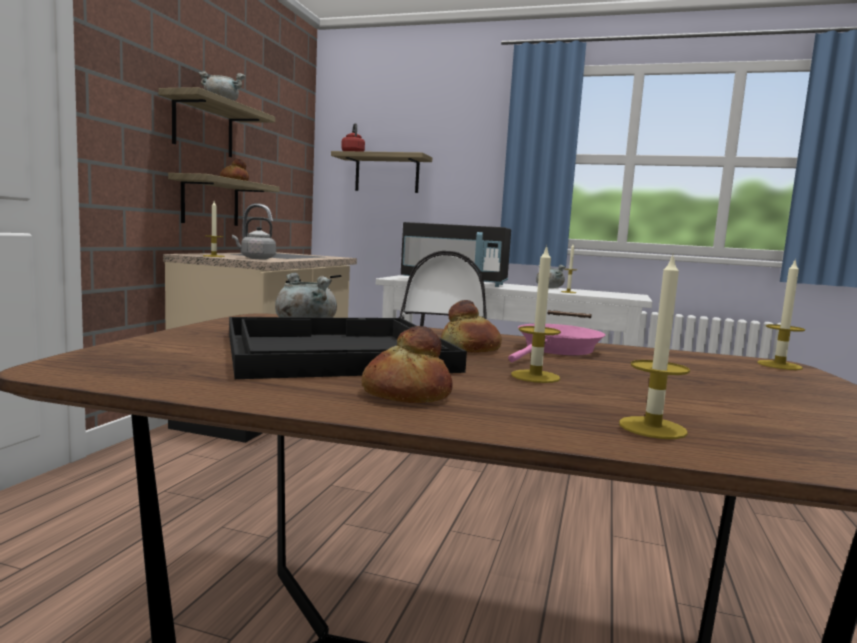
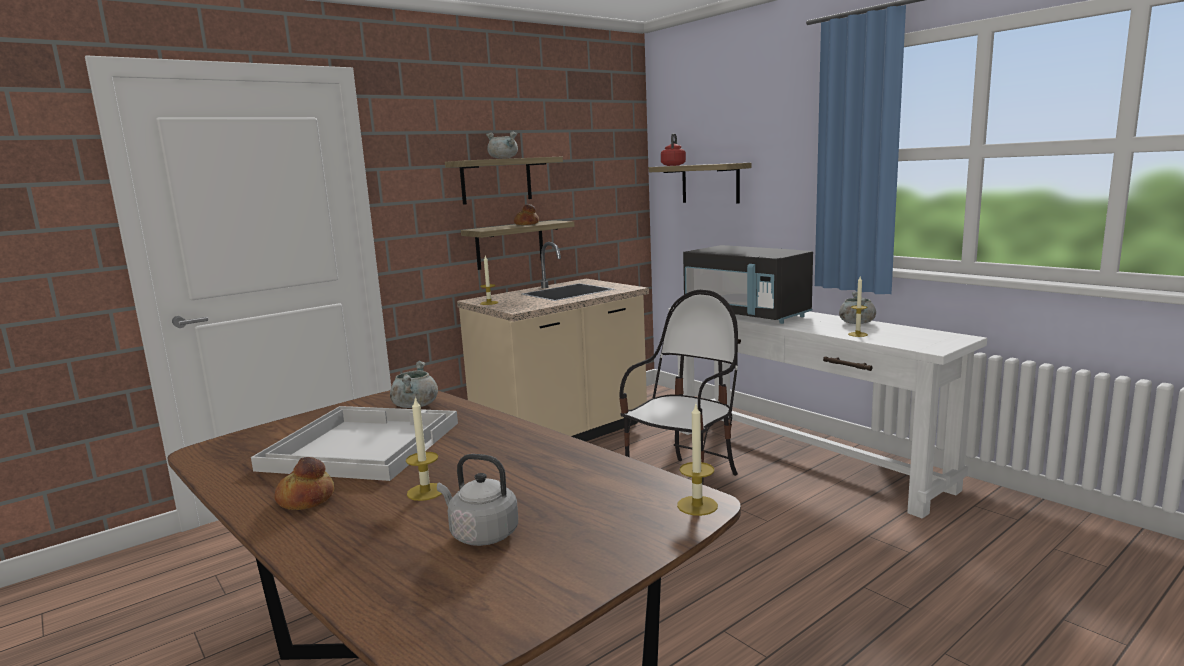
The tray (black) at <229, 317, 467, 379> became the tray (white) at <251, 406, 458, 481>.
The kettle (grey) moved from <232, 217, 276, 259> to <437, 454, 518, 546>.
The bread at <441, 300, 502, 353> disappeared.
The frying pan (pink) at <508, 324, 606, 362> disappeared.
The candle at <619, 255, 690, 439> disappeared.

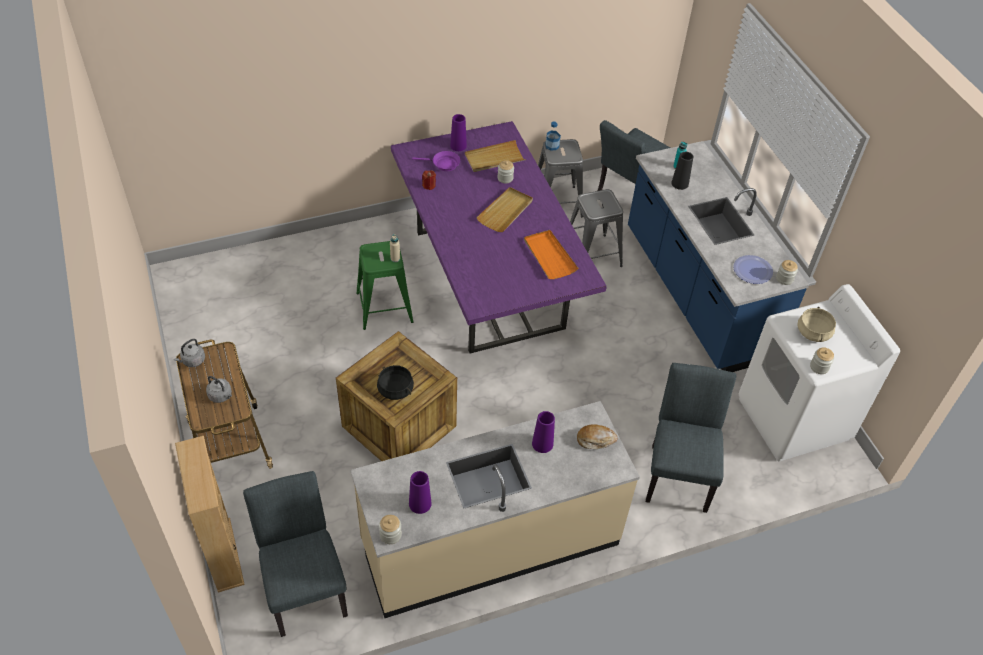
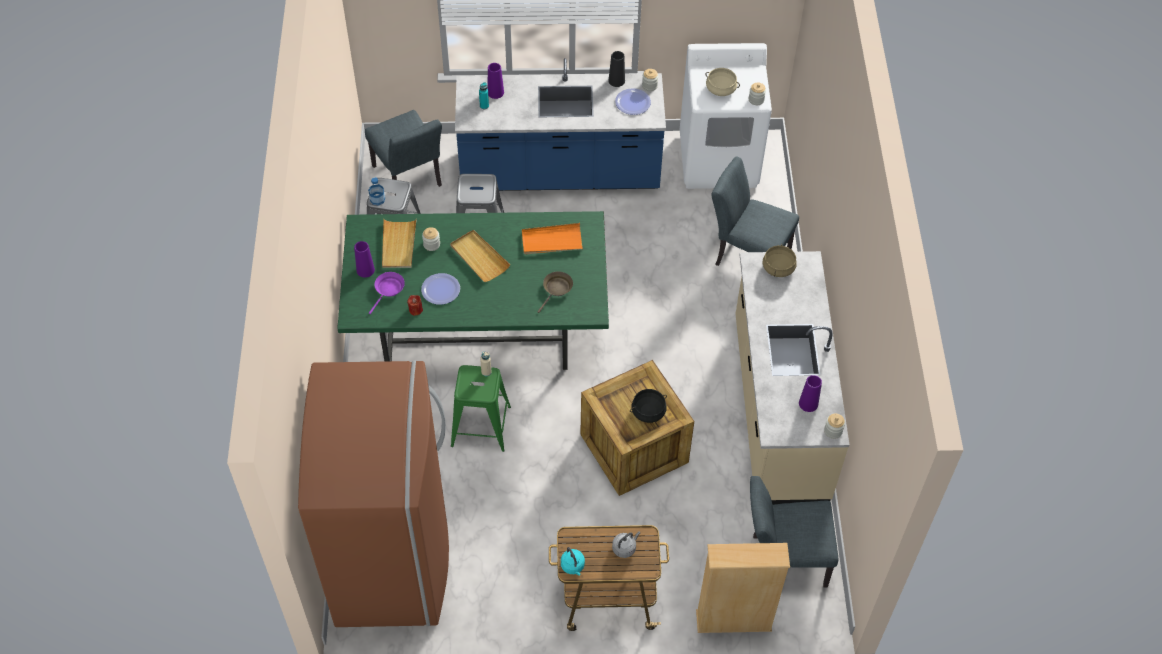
The kettle (grey) at <174, 339, 205, 367> became the kettle (turquoise) at <561, 547, 585, 576>.
The dining table (purple) at <391, 121, 607, 353> became the dining table (green) at <337, 211, 609, 370>.
The vase (purple) moved from <532, 411, 555, 453> to <487, 63, 504, 99>.
The bread at <577, 424, 618, 449> was replaced by the cooking pot (beige) at <763, 244, 797, 277>.
The vase (black) moved from <671, 152, 693, 190> to <608, 51, 625, 87>.
The fridge (brown) at <298, 360, 449, 627> appeared.
The plate at <421, 273, 460, 305> appeared.
The frying pan (brown) at <537, 271, 573, 313> appeared.

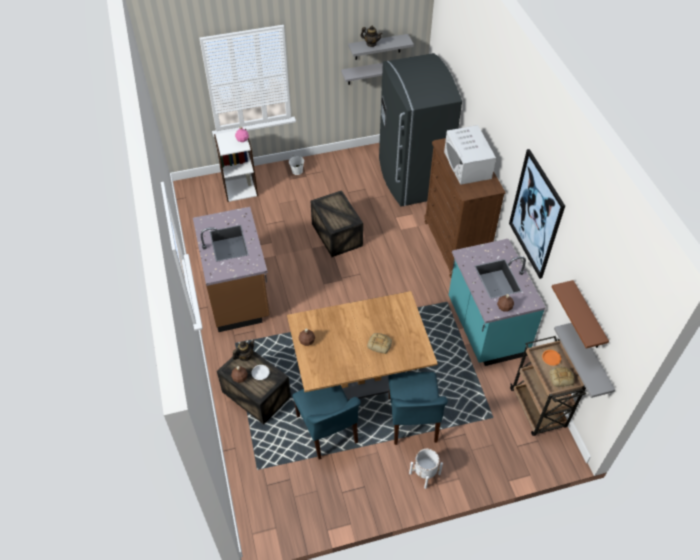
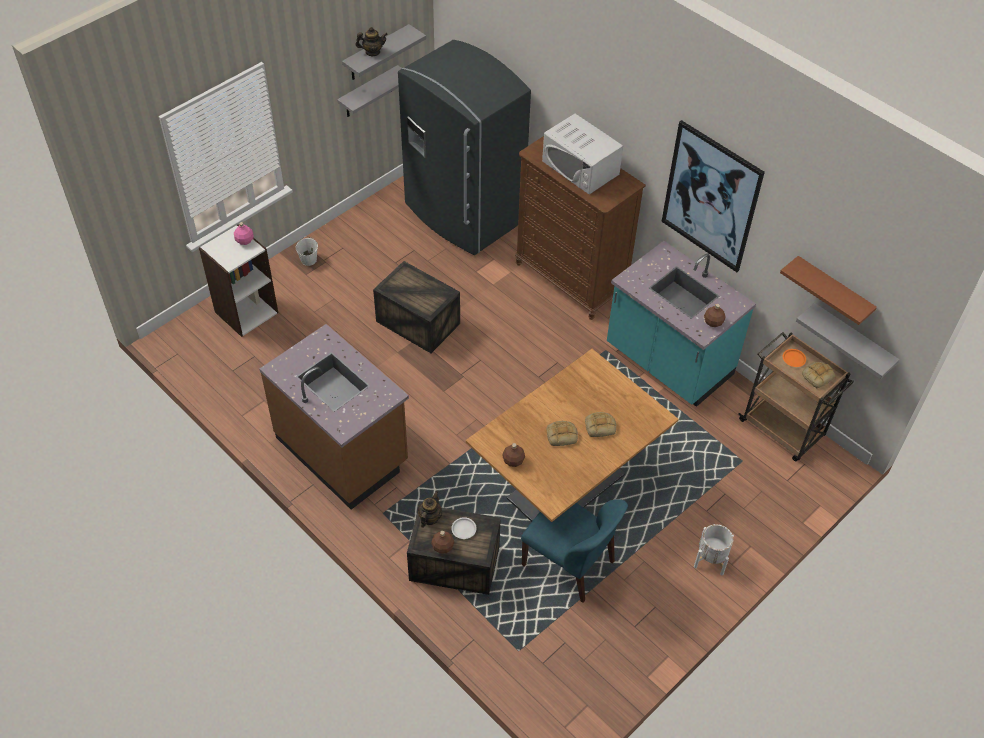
The chair (blue) at <388, 372, 448, 445> disappeared.
The bread at <547, 421, 578, 446> appeared.

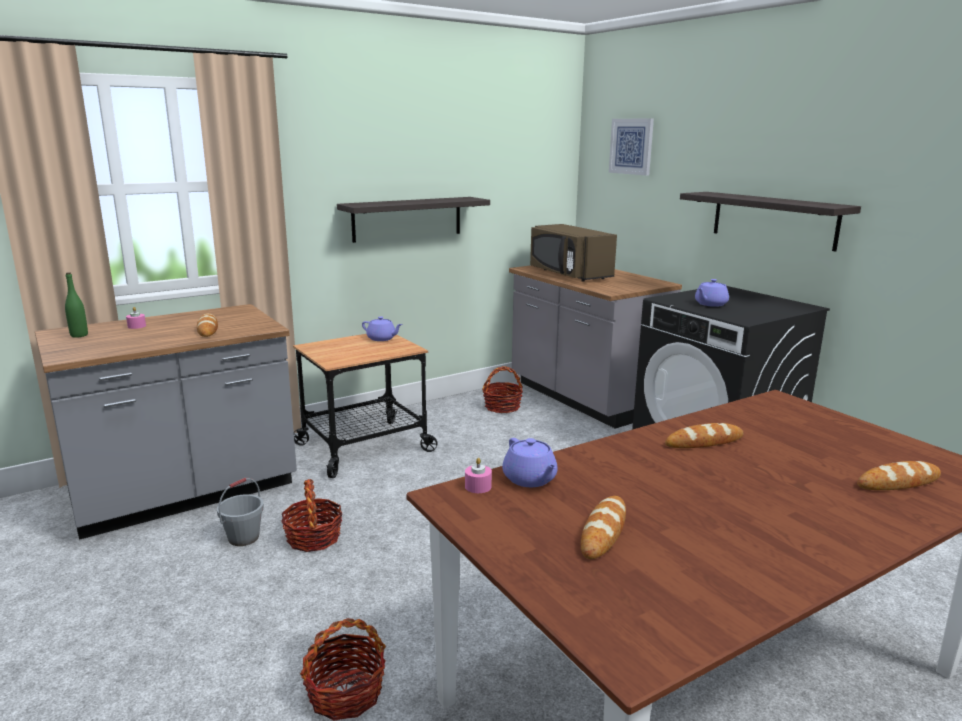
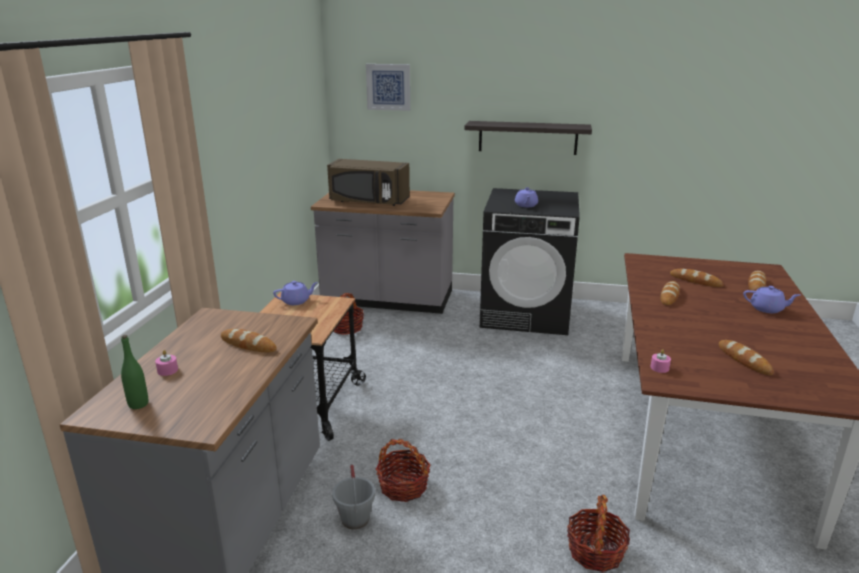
The shelf at <337, 197, 490, 243> disappeared.
The teapot (purple) moved from <502, 438, 557, 487> to <743, 286, 800, 313>.
The bread at <670, 268, 724, 287> appeared.

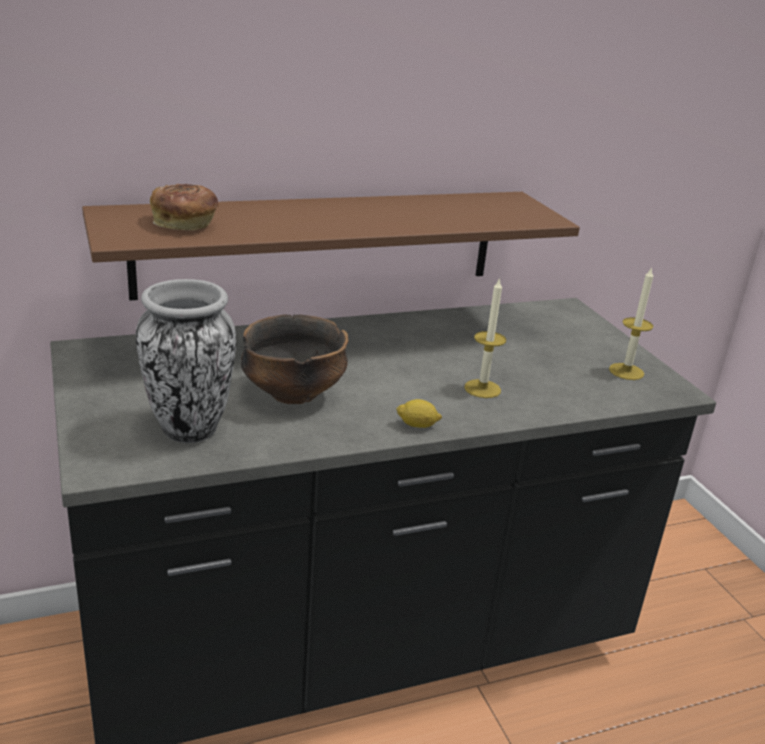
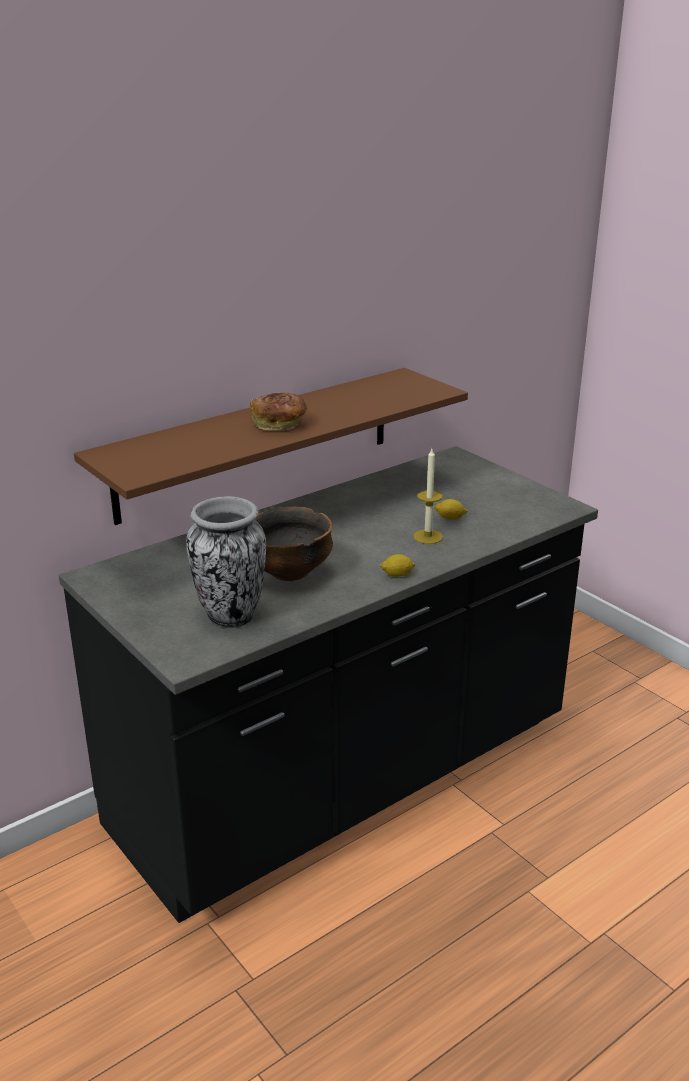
The bread moved from <150, 184, 218, 231> to <250, 393, 308, 430>.
The candle at <609, 267, 653, 380> disappeared.
The lemon at <434, 499, 468, 519> appeared.

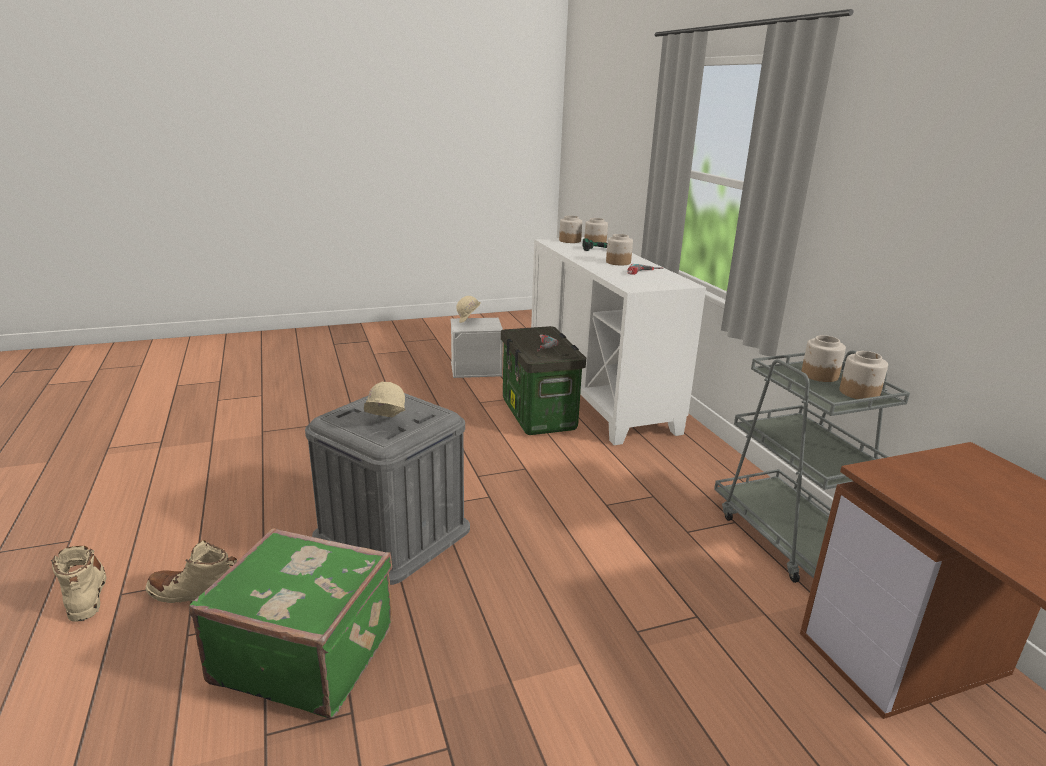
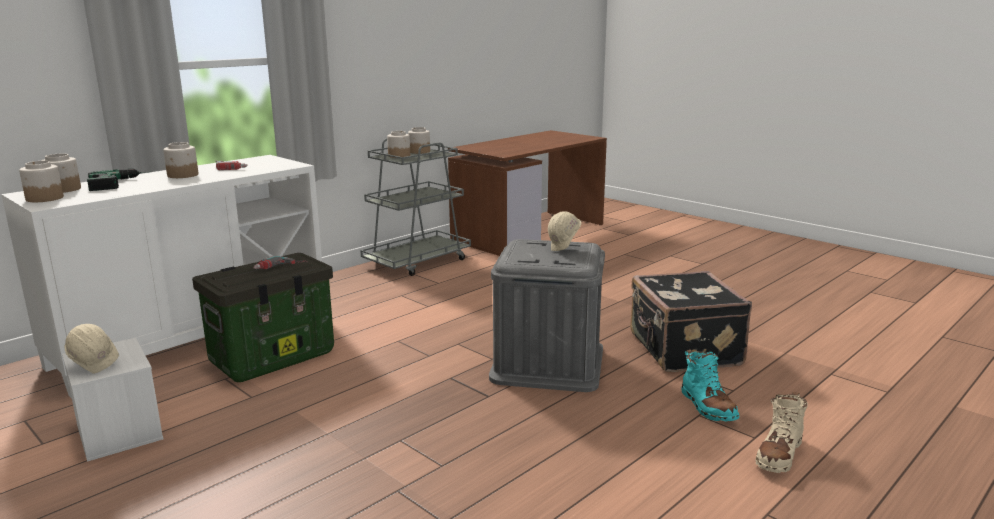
The boot (beige) at <146, 540, 237, 603> became the boot (turquoise) at <681, 349, 740, 421>.
The suitcase (green) at <189, 528, 392, 718> became the suitcase (black) at <630, 271, 752, 372>.

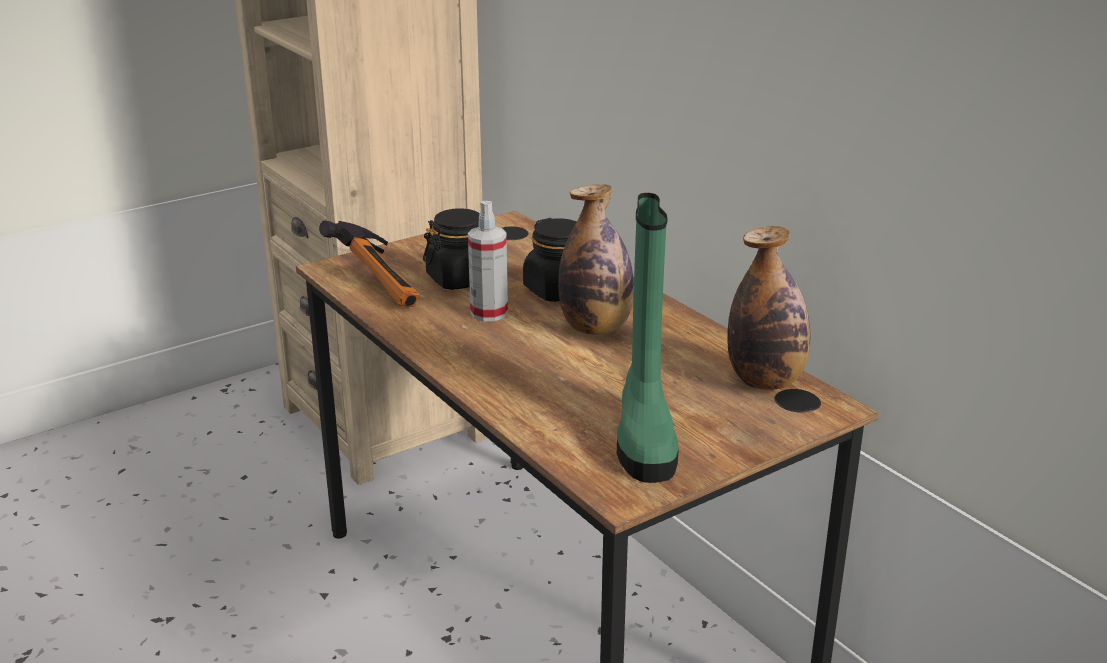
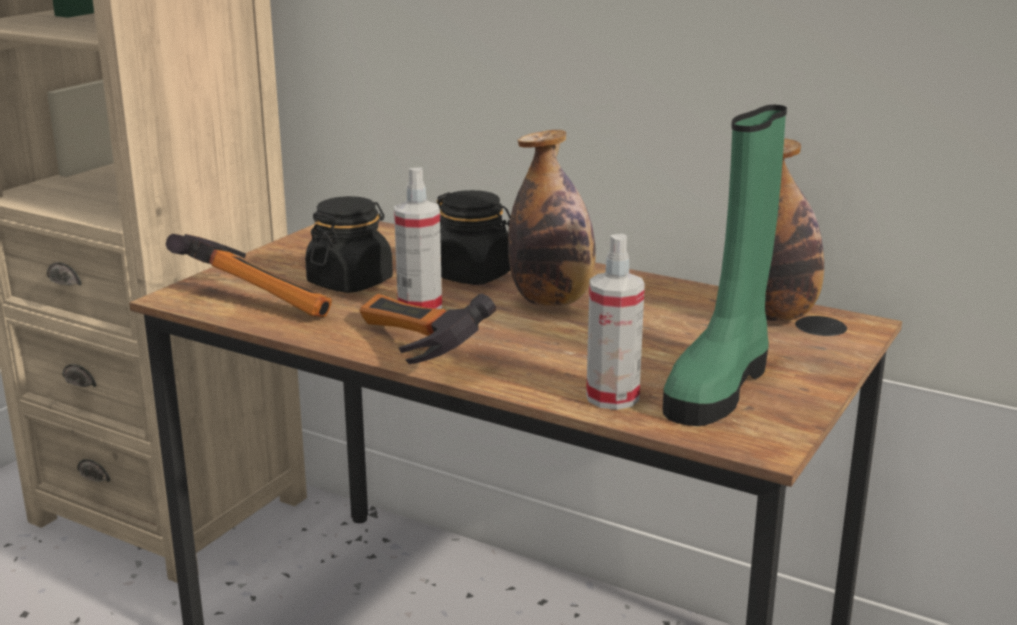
The boot (green) at <617, 193, 679, 483> turned 60 degrees clockwise.
The hammer at <359, 294, 496, 364> appeared.
The spray bottle at <586, 234, 645, 410> appeared.

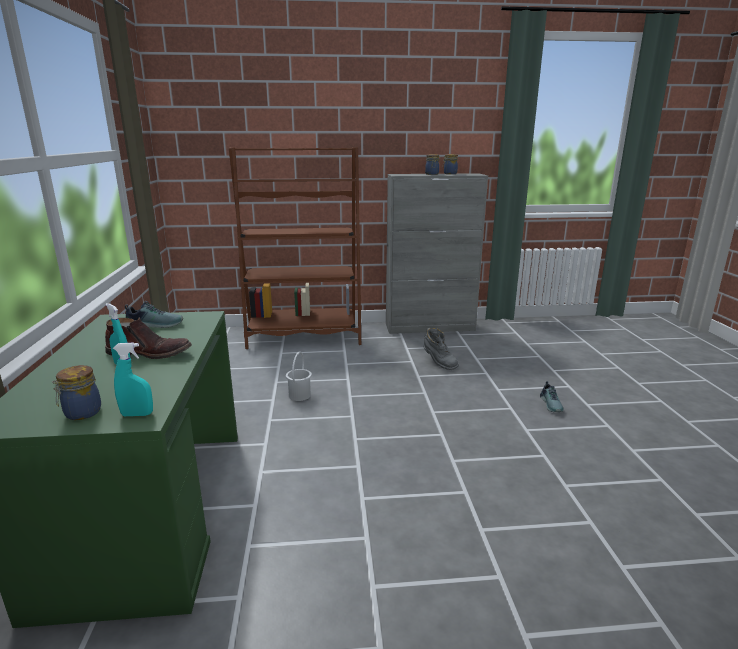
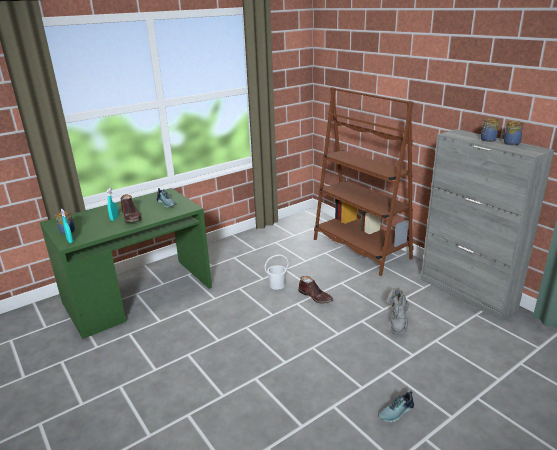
The boot (brown) at <298, 276, 333, 304> appeared.

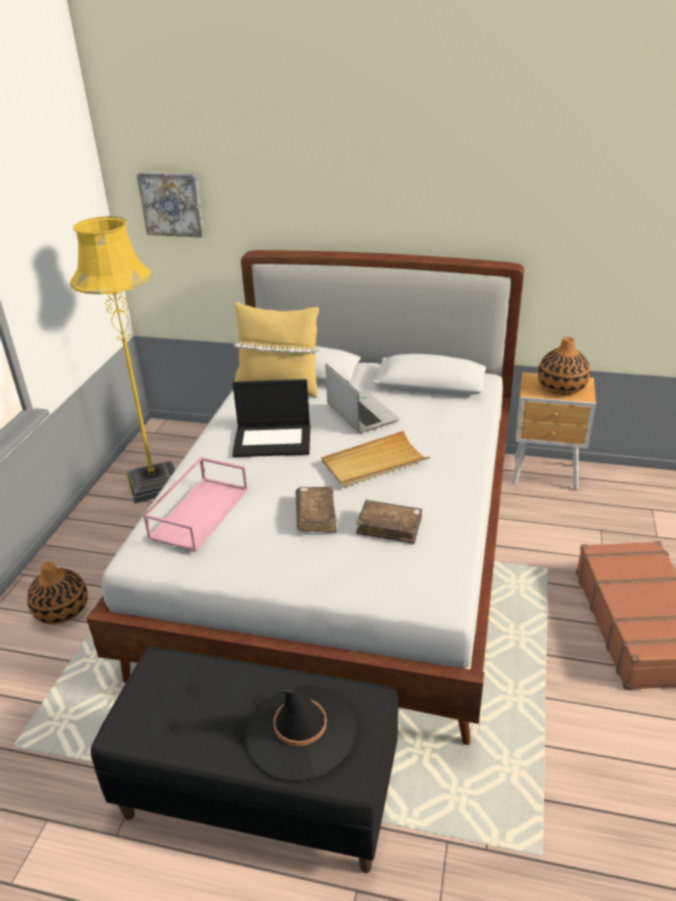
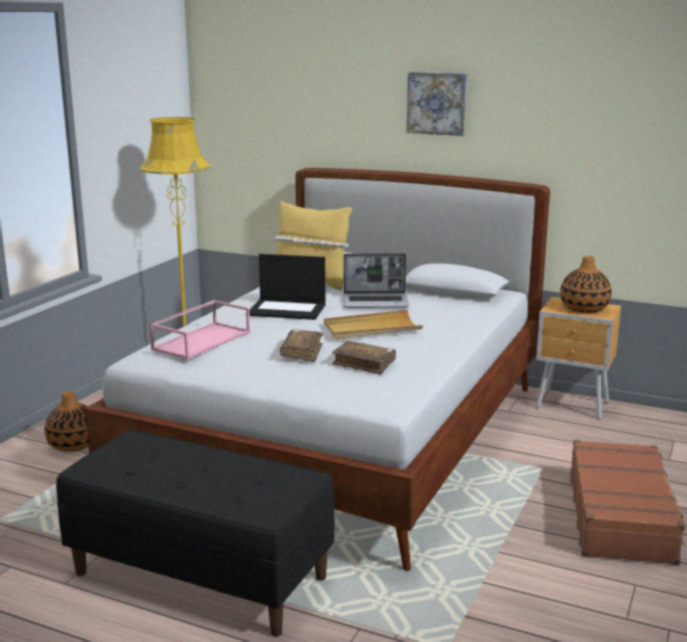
The picture moved from <137, 172, 204, 237> to <407, 72, 467, 136>.
The hat (black) at <245, 686, 356, 781> disappeared.
The laptop at <325, 364, 399, 433> turned 105 degrees clockwise.

